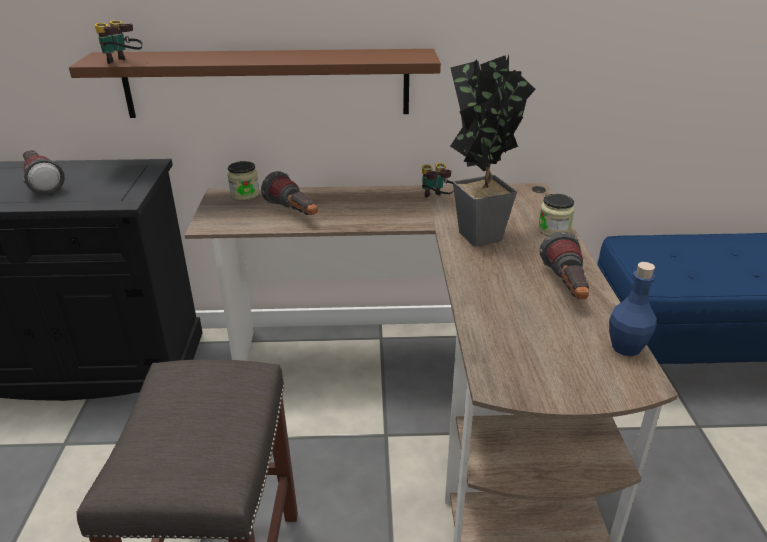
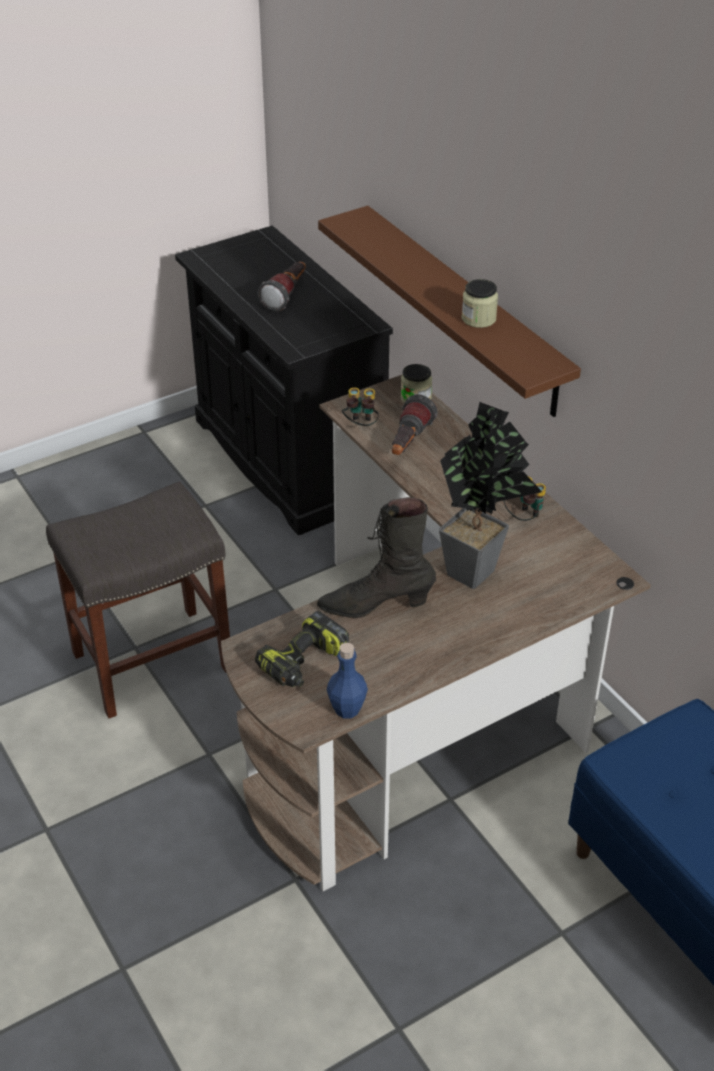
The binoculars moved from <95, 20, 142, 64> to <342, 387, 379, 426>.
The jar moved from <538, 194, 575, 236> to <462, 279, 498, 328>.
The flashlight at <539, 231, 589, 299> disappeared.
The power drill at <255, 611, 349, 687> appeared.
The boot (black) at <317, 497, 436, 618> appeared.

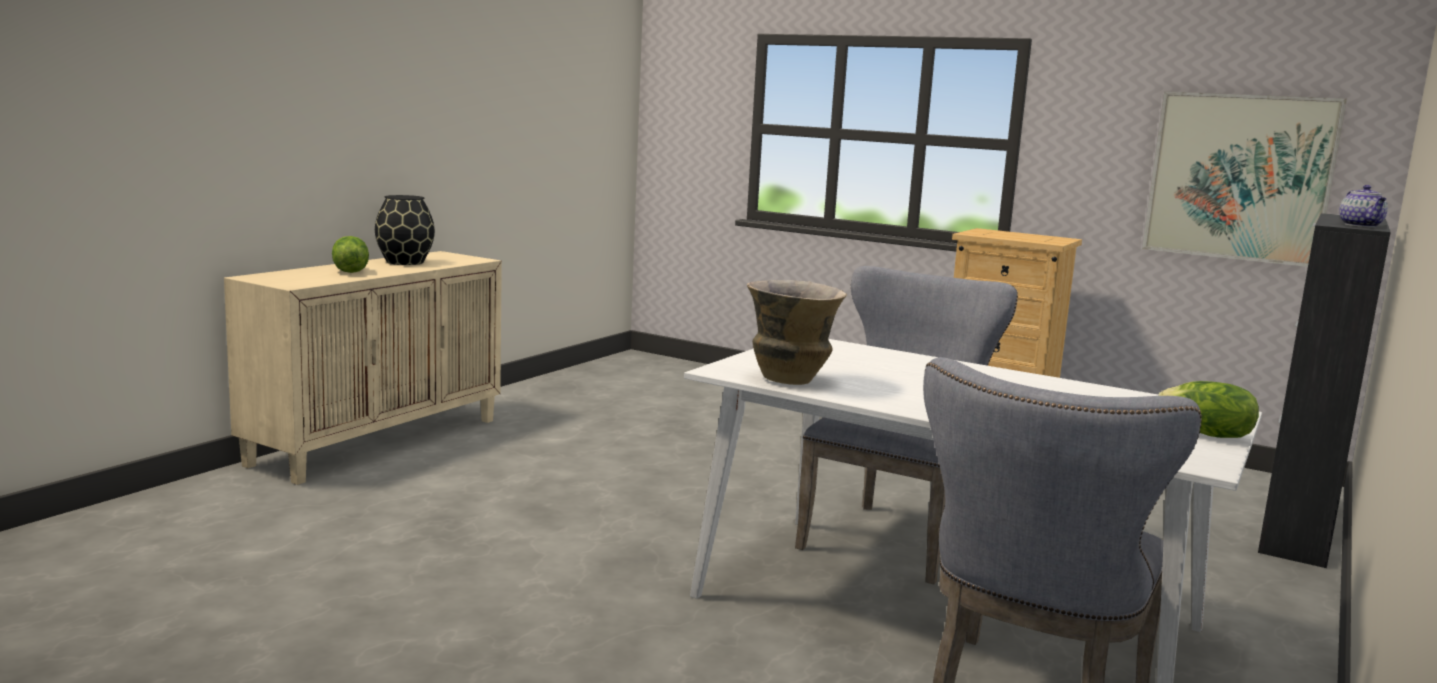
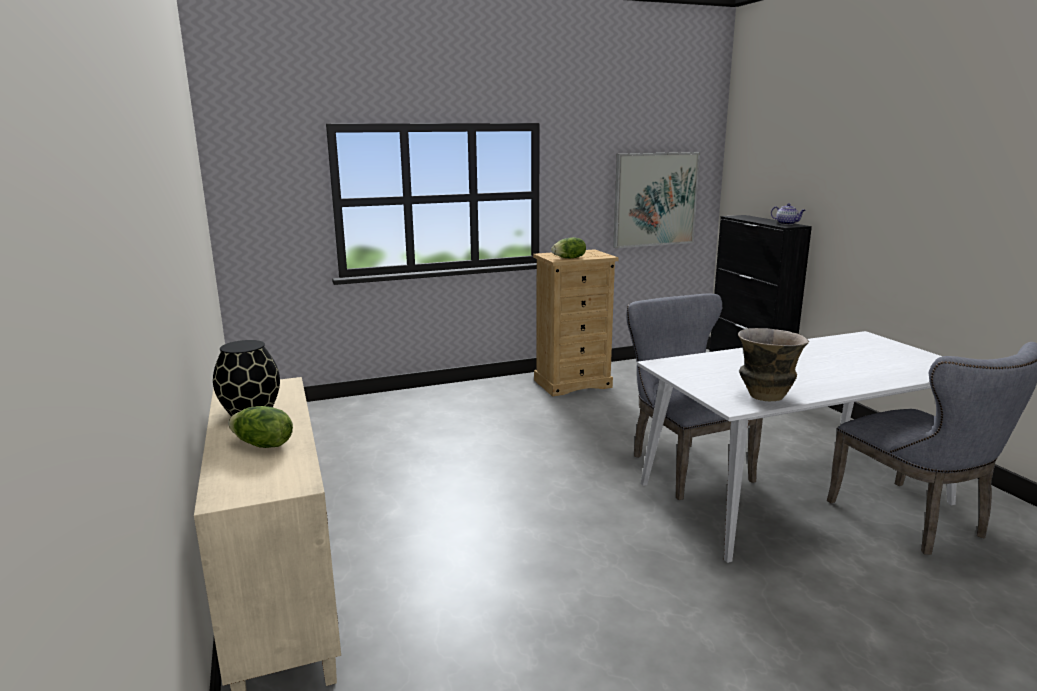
The lettuce moved from <1158, 381, 1259, 438> to <551, 237, 586, 258>.

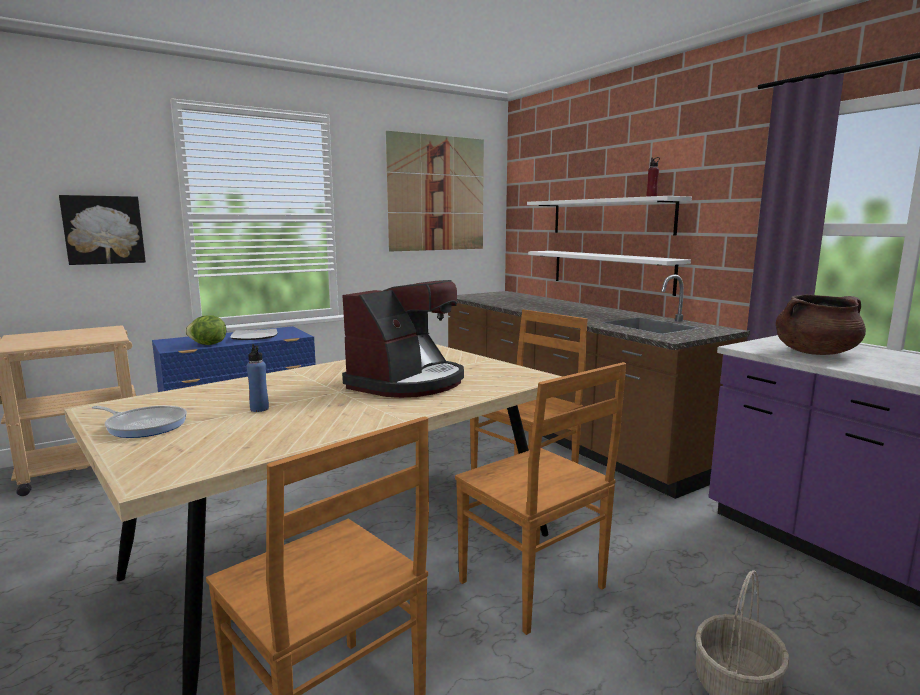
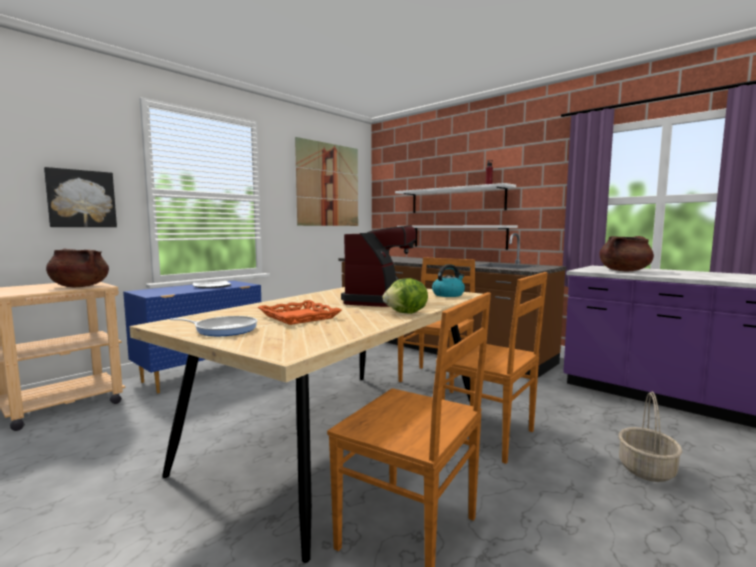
The lettuce moved from <185, 315, 226, 345> to <383, 278, 428, 314>.
The bottle (blue) at <247, 344, 269, 412> was replaced by the tray (orange) at <258, 300, 342, 325>.
The cooking pot (brown) at <46, 248, 109, 287> appeared.
The kettle at <432, 264, 465, 297> appeared.

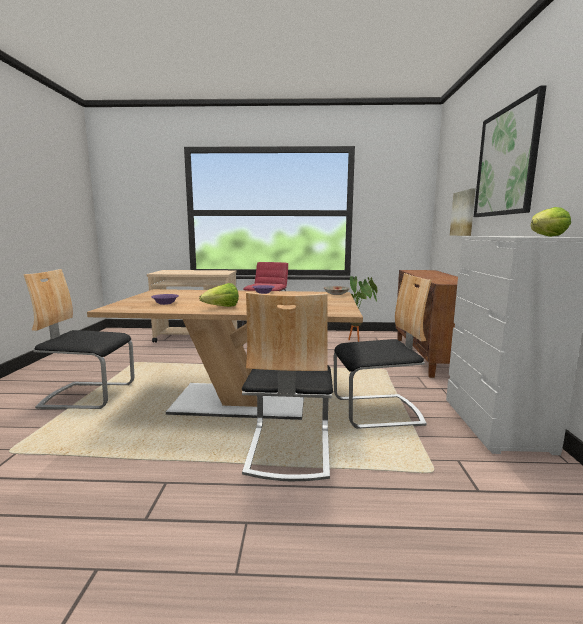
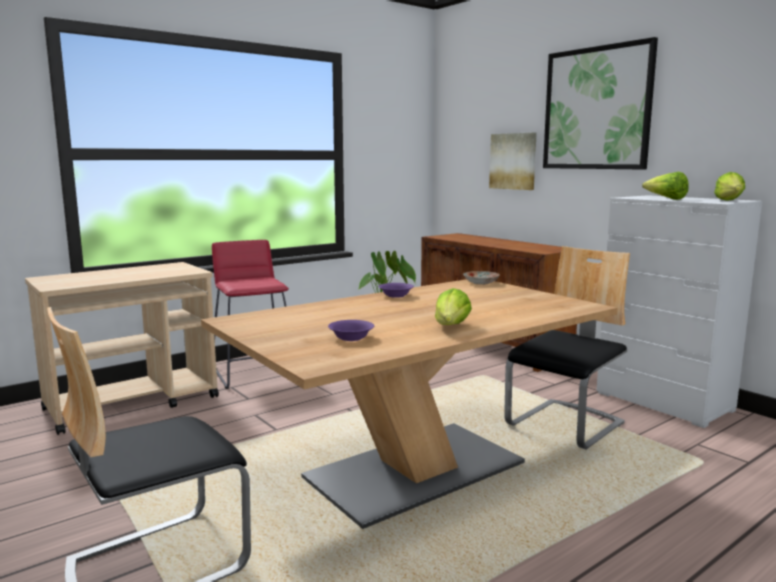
The chair at <242, 292, 333, 481> disappeared.
The lettuce at <642, 172, 689, 200> appeared.

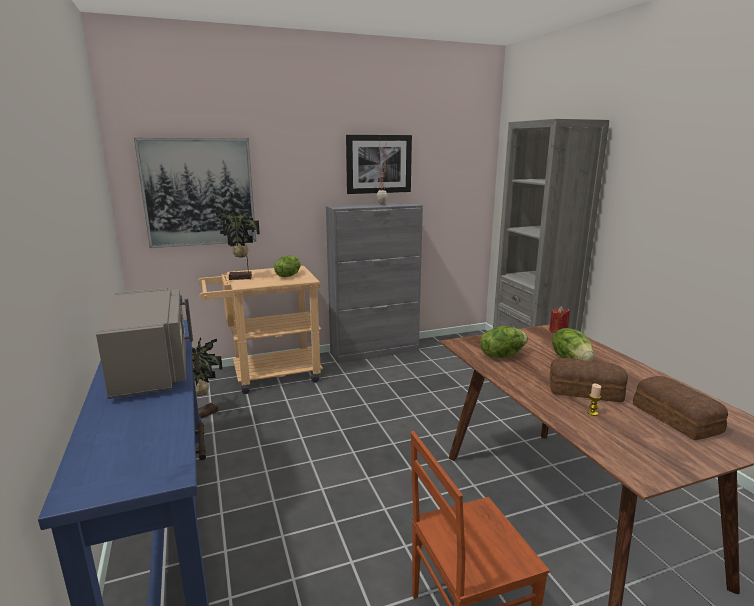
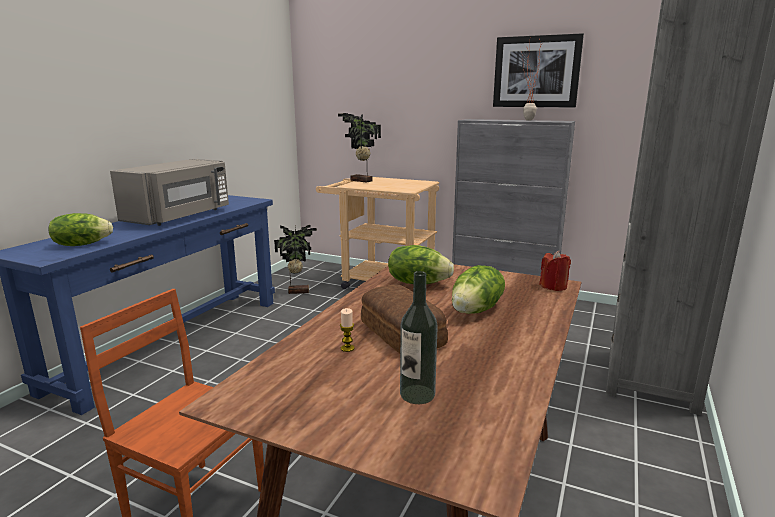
The picture at <134, 138, 256, 248> disappeared.
The lettuce moved from <274, 256, 301, 277> to <48, 213, 113, 246>.
The bread at <633, 376, 728, 440> was replaced by the bottle at <400, 271, 438, 404>.

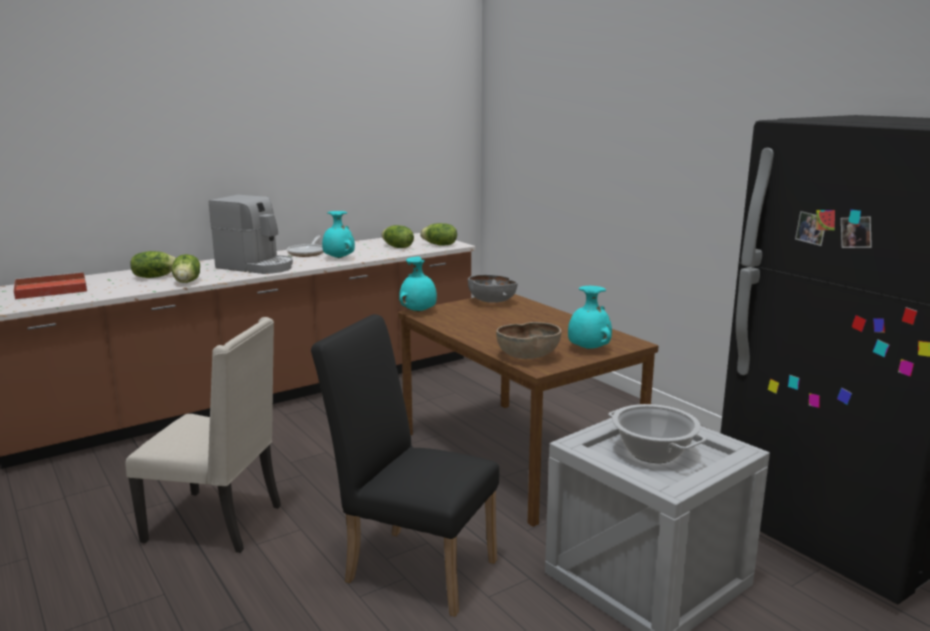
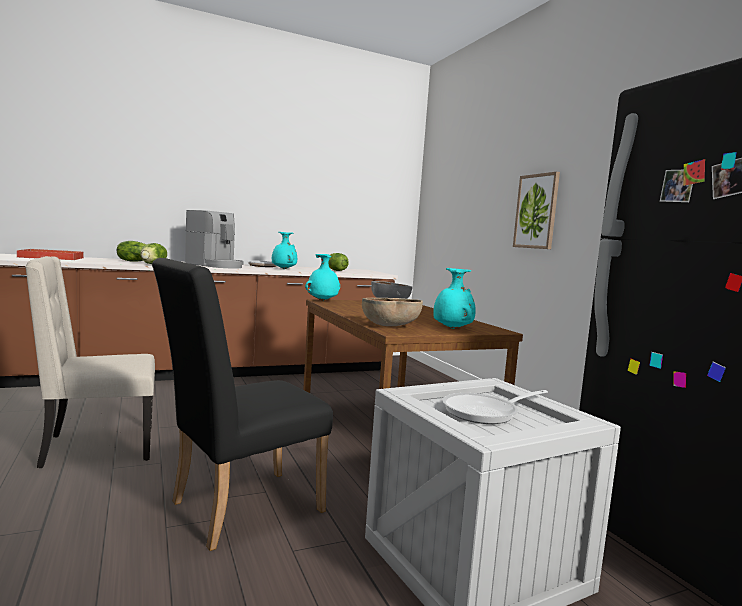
The chair (beige) at <125, 317, 281, 553> turned 135 degrees clockwise.
The chair (black) at <311, 314, 499, 617> turned 75 degrees counterclockwise.
The lettuce at <420, 223, 457, 246> disappeared.
The cooking pot at <608, 404, 706, 463> was replaced by the frying pan at <442, 390, 548, 424>.
The picture at <513, 172, 560, 249> appeared.

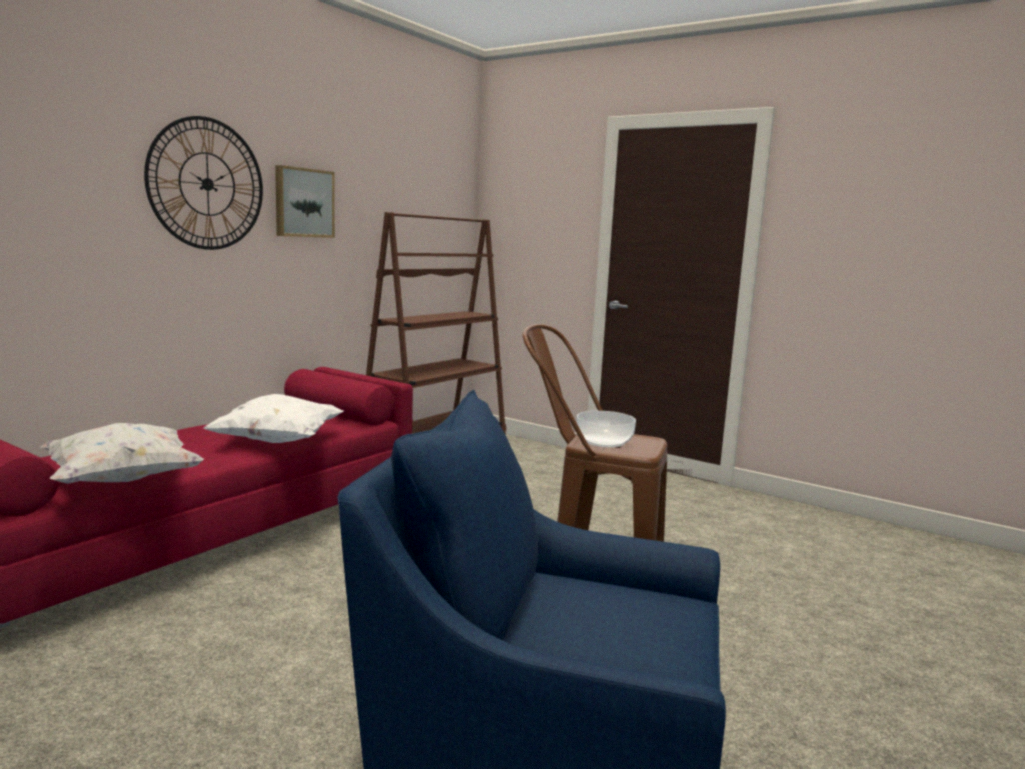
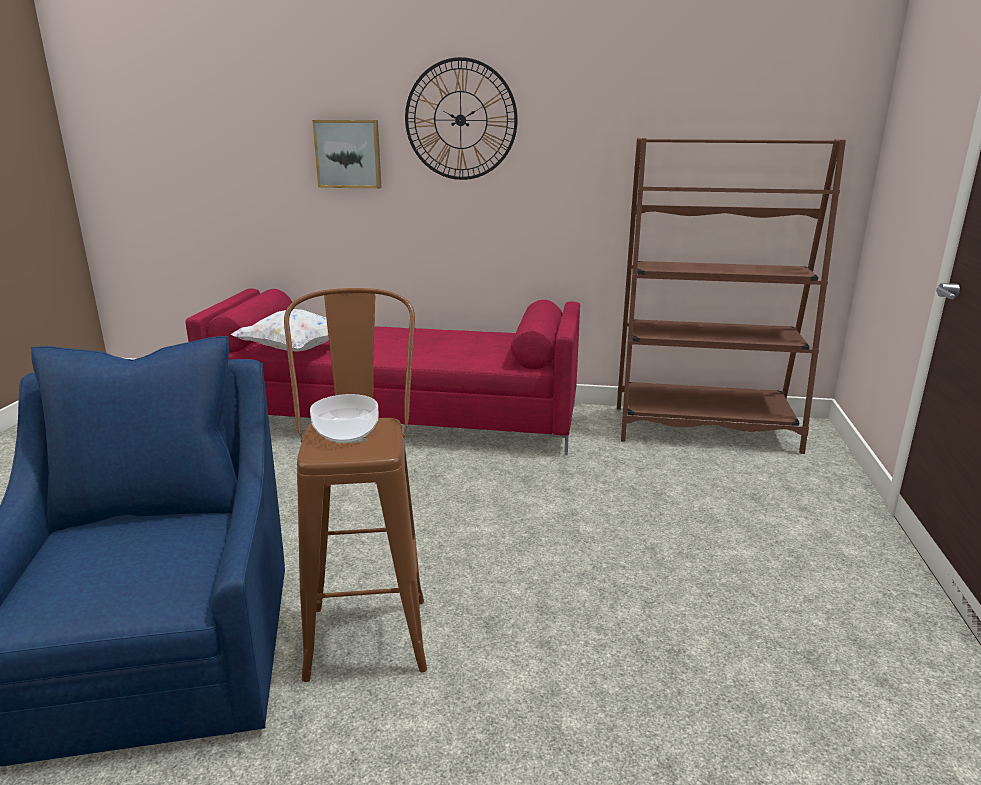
The pillow (white) at <204, 394, 343, 443> disappeared.
The picture moved from <275, 165, 335, 238> to <312, 120, 381, 189>.

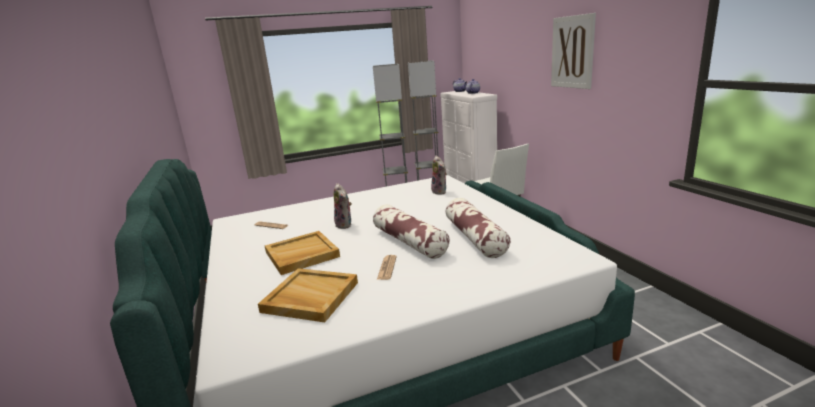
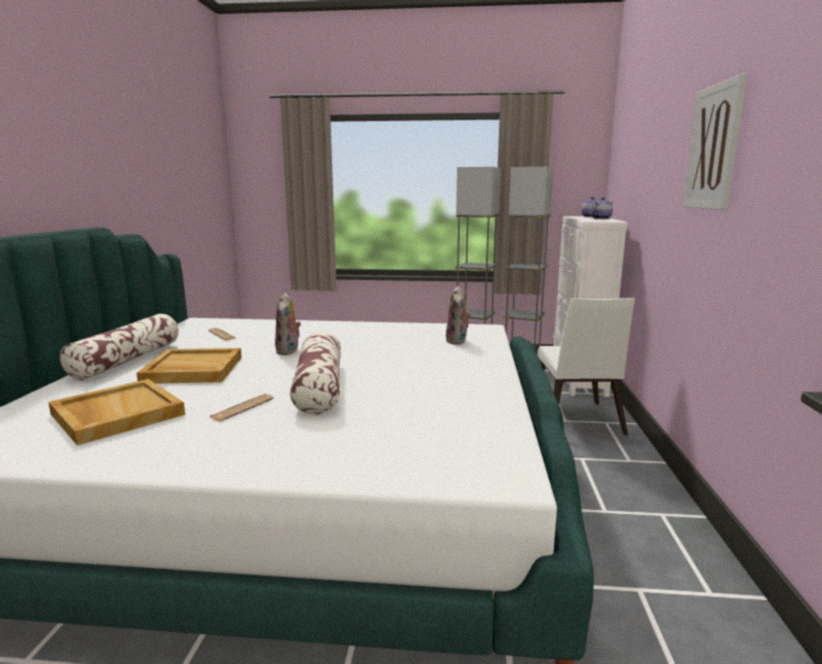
The pillow moved from <446, 198, 510, 258> to <60, 314, 179, 380>.

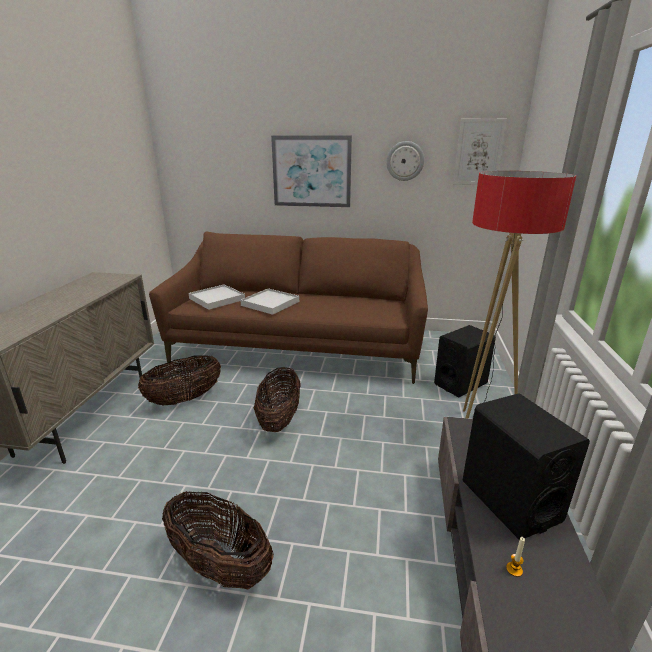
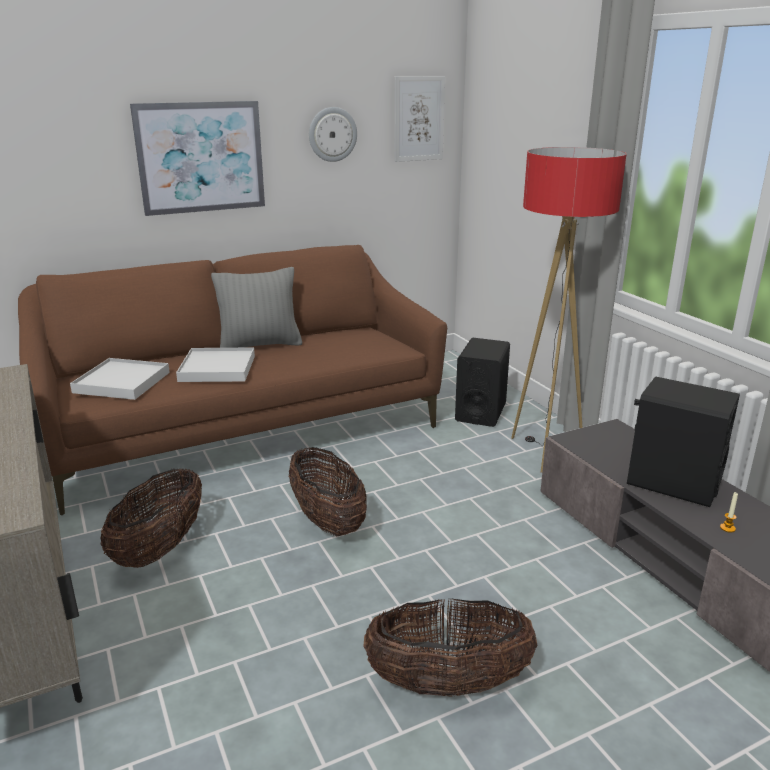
The pillow (grey) at <211, 267, 302, 348> appeared.

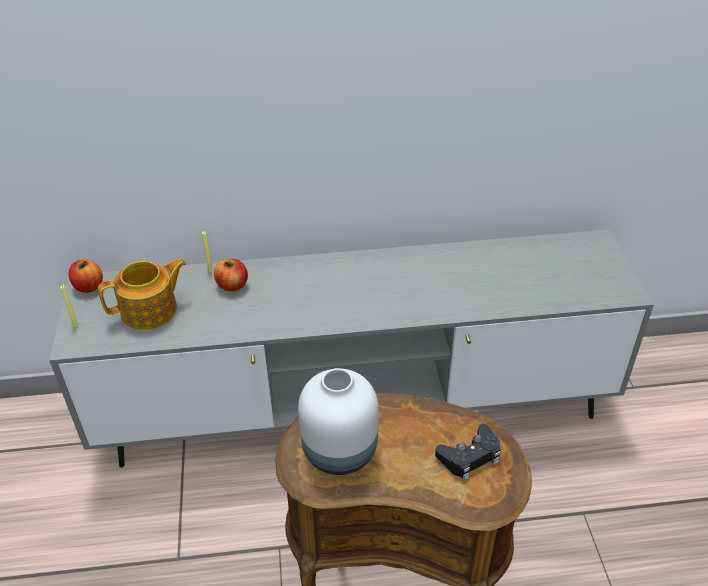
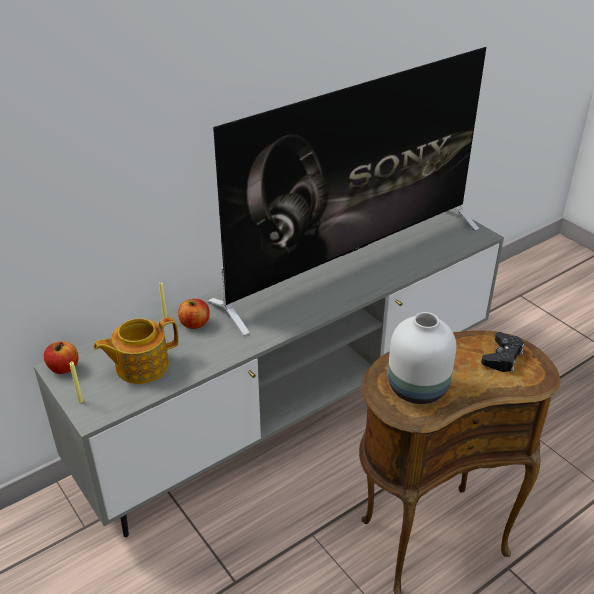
The teapot at <98, 259, 186, 330> turned 150 degrees counterclockwise.
The television at <207, 47, 486, 336> appeared.

